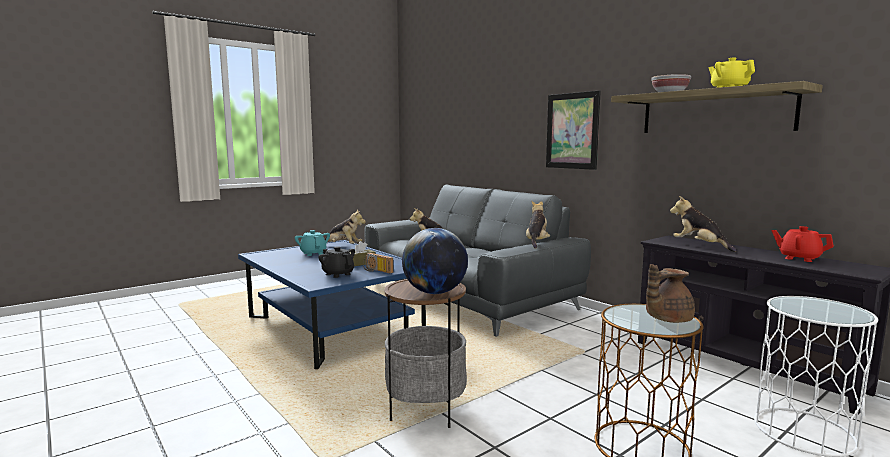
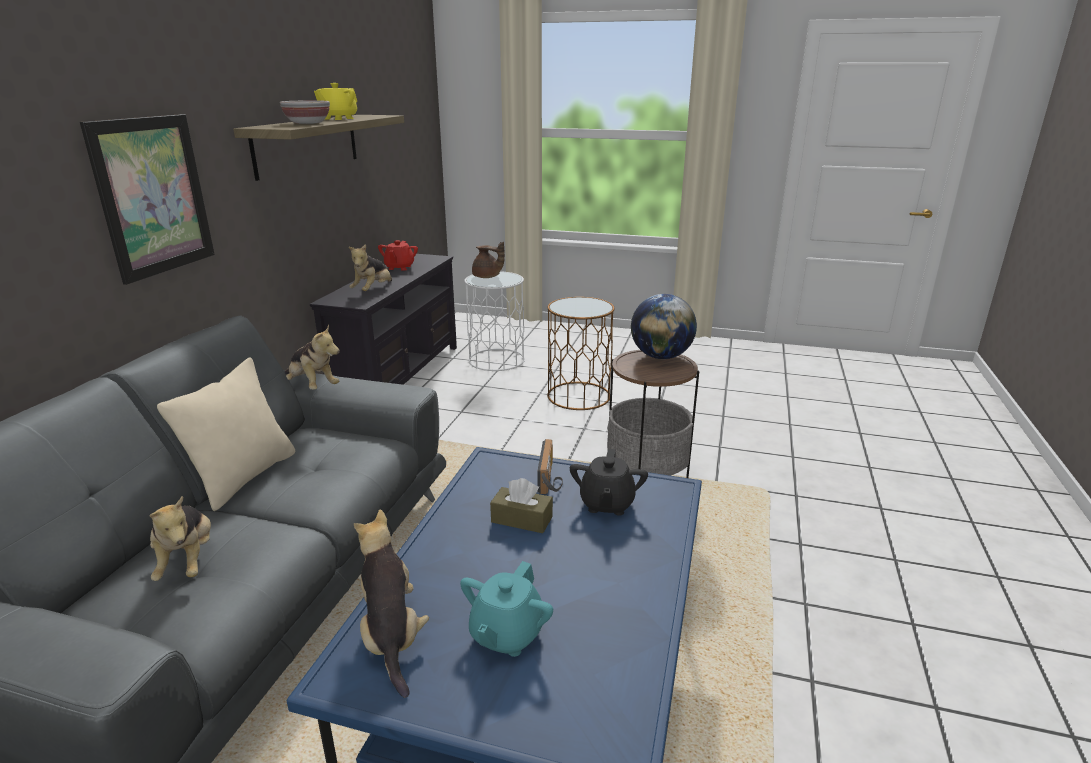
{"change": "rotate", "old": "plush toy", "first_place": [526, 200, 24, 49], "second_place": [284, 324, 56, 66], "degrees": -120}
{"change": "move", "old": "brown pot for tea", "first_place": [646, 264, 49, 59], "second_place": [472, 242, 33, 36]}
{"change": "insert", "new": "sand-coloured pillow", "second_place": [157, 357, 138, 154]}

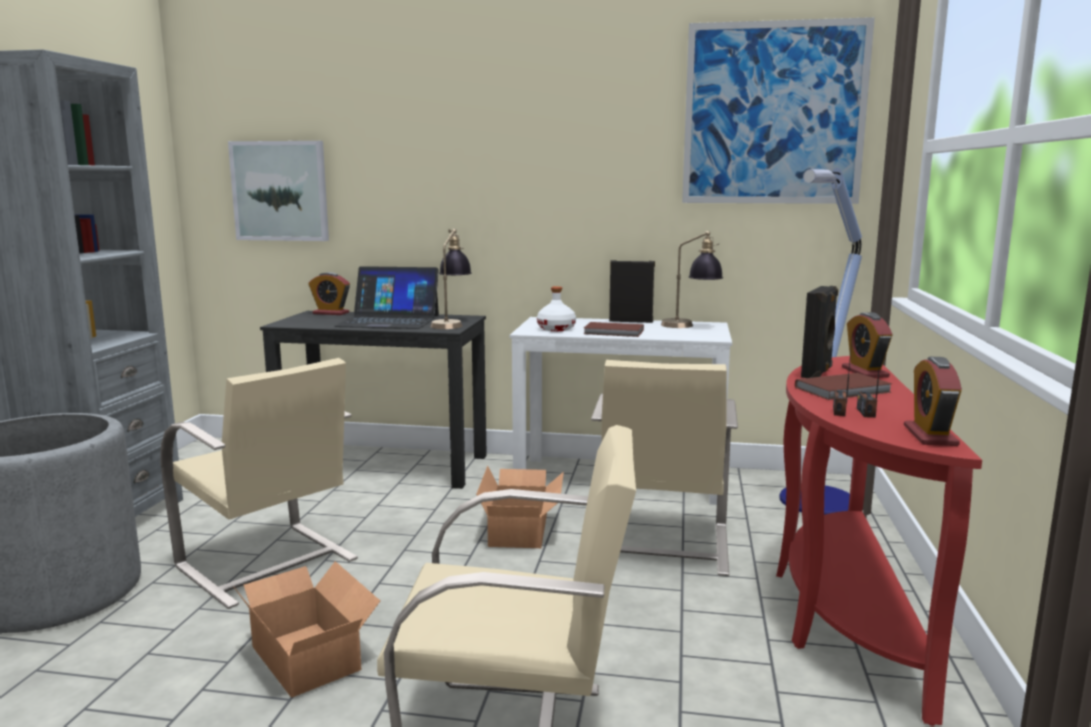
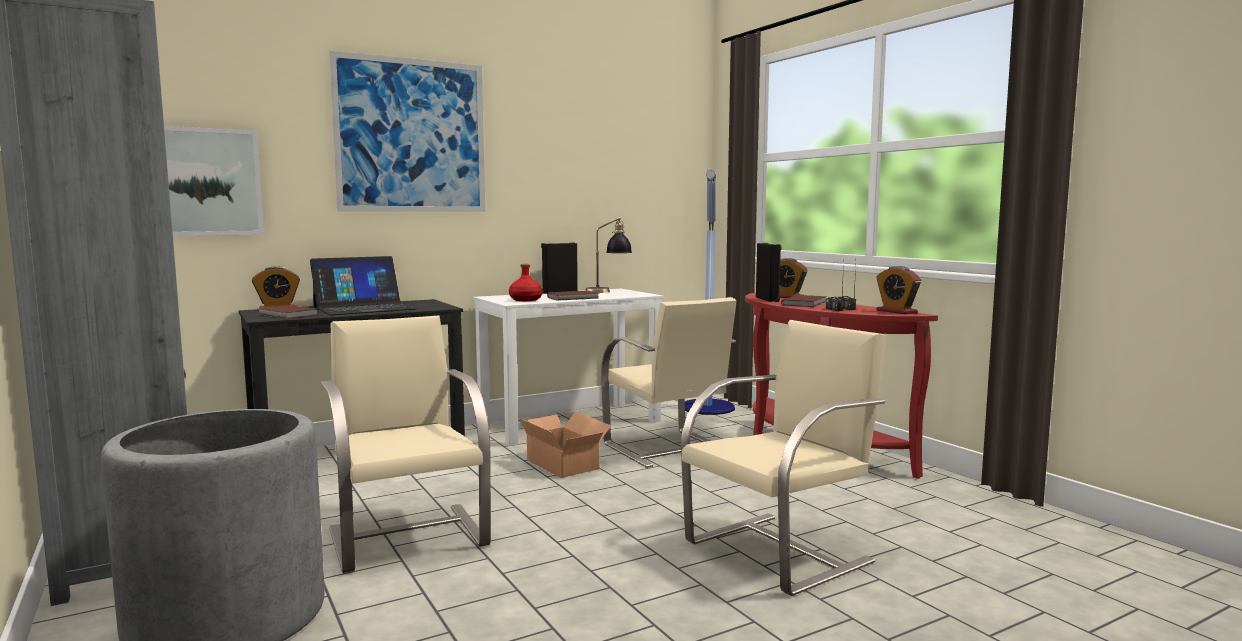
{"change": "rotate", "old": "sand-coloured chair", "first_place": [160, 358, 198, 251], "second_place": [321, 316, 170, 257], "degrees": -120}
{"change": "delete", "old": "carton", "first_place": [233, 561, 147, 137]}
{"change": "delete", "old": "lamp for a table", "first_place": [430, 229, 42, 100]}
{"change": "recolor", "old": "white-coloured beverage bottle", "new": "red beverage bottle", "first_place": [537, 286, 39, 45], "second_place": [509, 264, 34, 37]}
{"change": "move", "old": "wall picture", "first_place": [682, 17, 193, 187], "second_place": [329, 51, 156, 161]}
{"change": "insert", "new": "brown book", "second_place": [258, 305, 61, 14]}

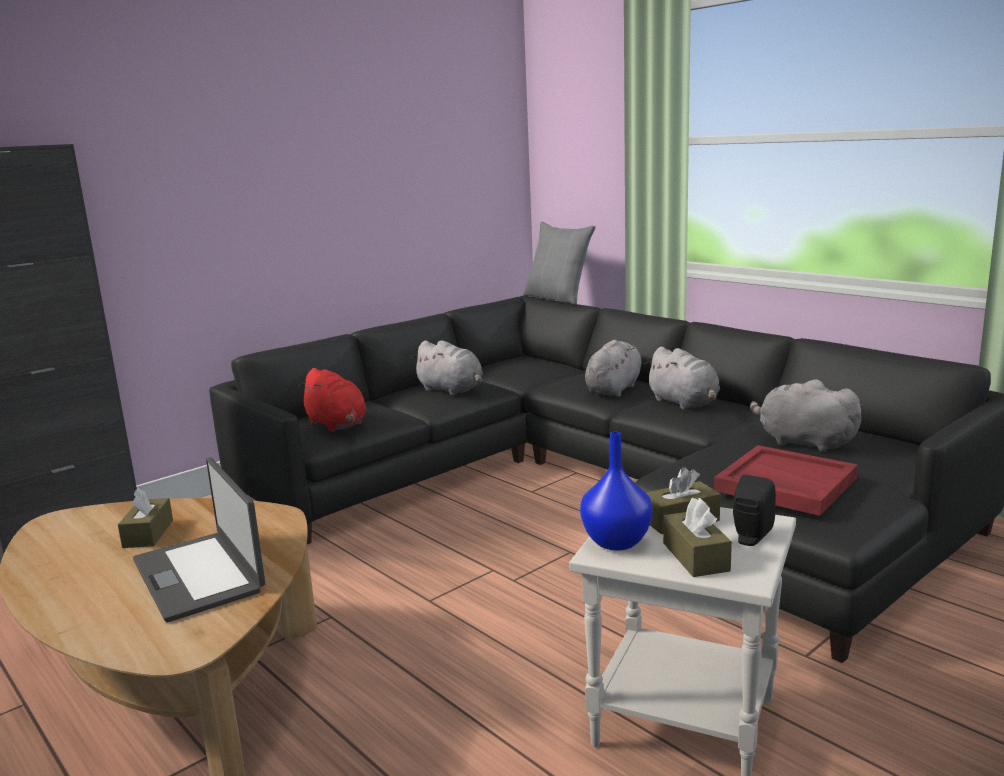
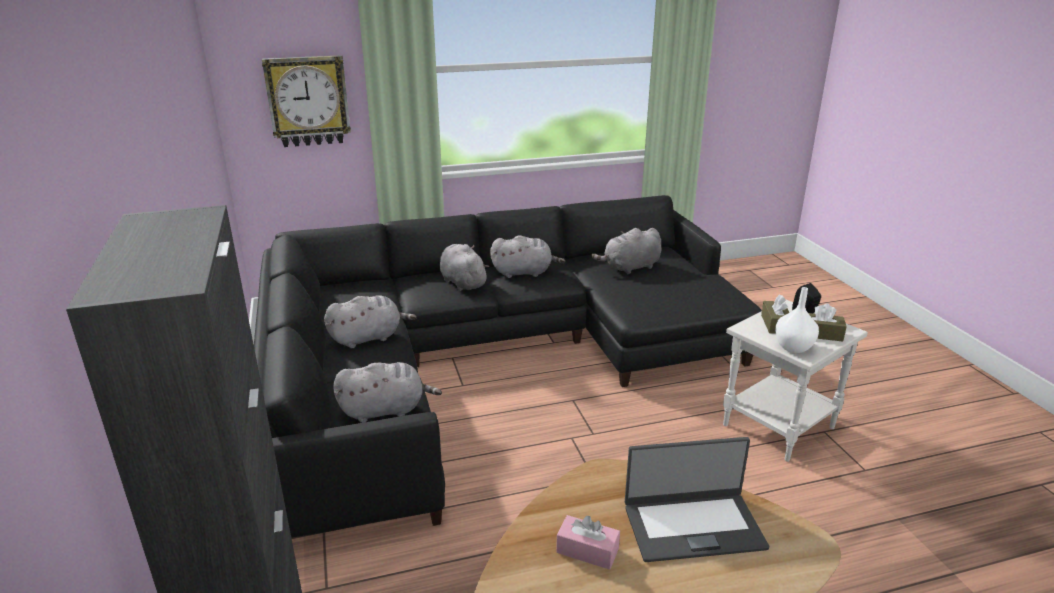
{"change": "recolor", "old": "brown tissue box", "new": "pinkish tissue box", "first_place": [118, 488, 55, 60], "second_place": [556, 515, 64, 55]}
{"change": "recolor", "old": "red plush toy", "new": "gray plush toy", "first_place": [298, 368, 69, 64], "second_place": [333, 362, 109, 61]}
{"change": "delete", "old": "gray pillow", "first_place": [523, 222, 72, 83]}
{"change": "recolor", "old": "blue decorative vase", "new": "white-coloured decorative vase", "first_place": [580, 432, 72, 119], "second_place": [775, 287, 44, 66]}
{"change": "delete", "old": "red carrying tray", "first_place": [714, 445, 144, 71]}
{"change": "insert", "new": "wall clock", "second_place": [262, 55, 89, 92]}

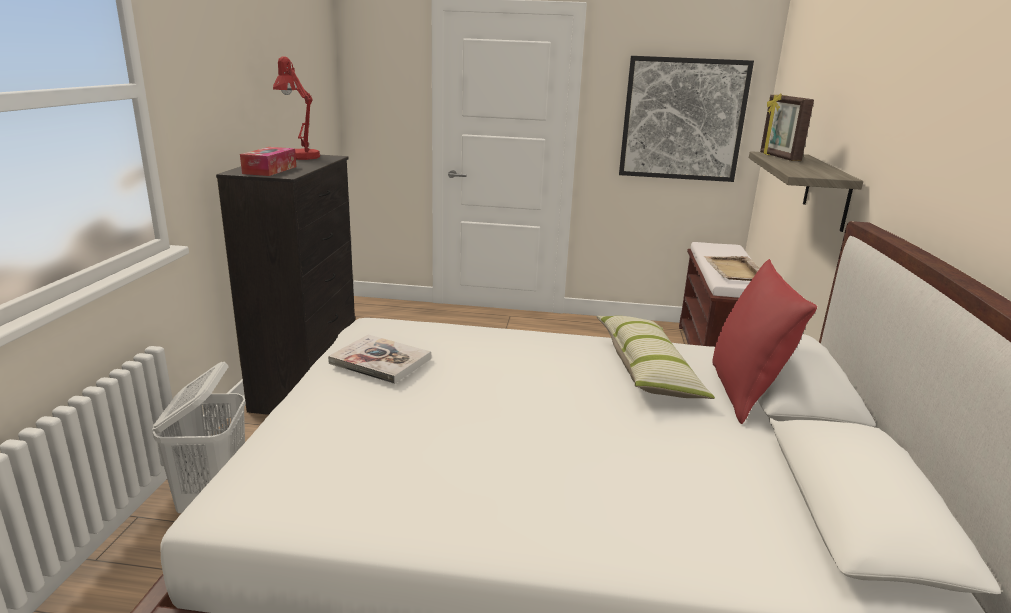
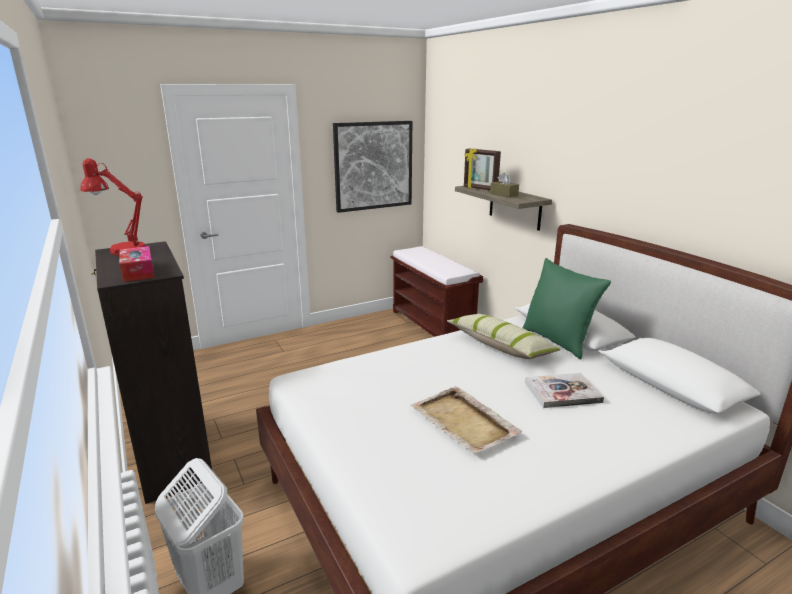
{"change": "move", "old": "book", "first_place": [328, 334, 103, 50], "second_place": [525, 373, 79, 35]}
{"change": "move", "old": "sand-coloured carrying tray", "first_place": [703, 256, 57, 25], "second_place": [410, 386, 112, 68]}
{"change": "recolor", "old": "red pillow", "new": "green pillow", "first_place": [712, 259, 105, 165], "second_place": [522, 258, 89, 101]}
{"change": "insert", "new": "brown tissue box", "second_place": [490, 173, 29, 24]}

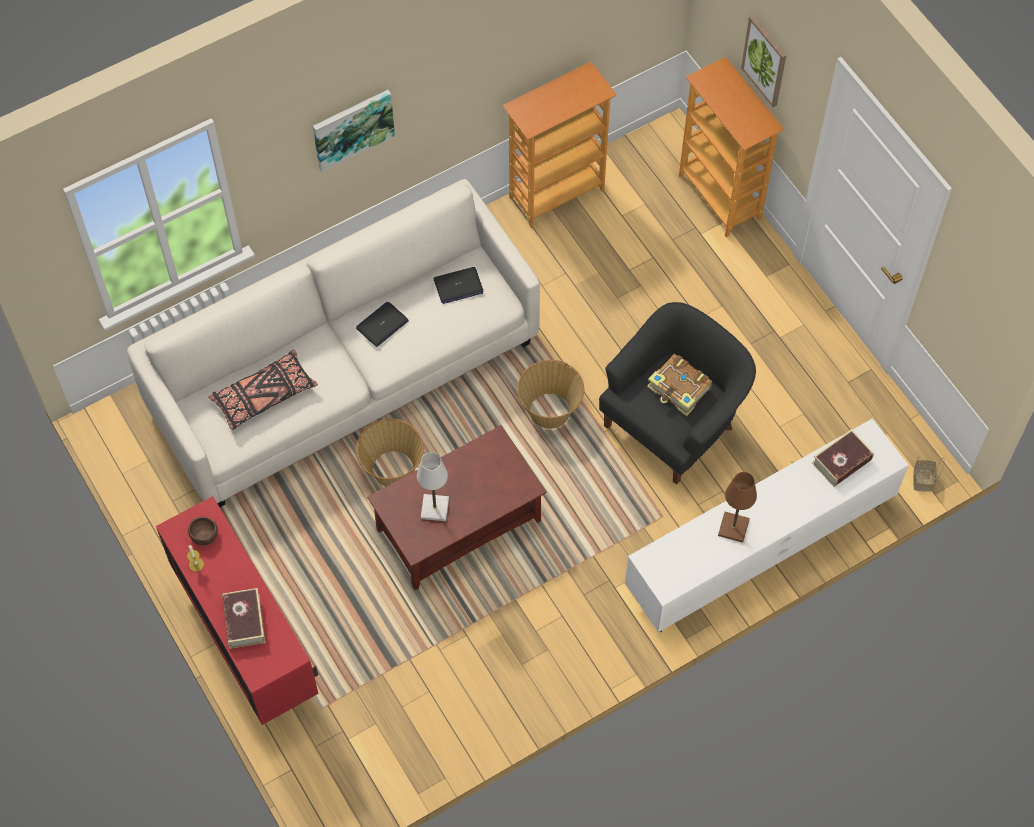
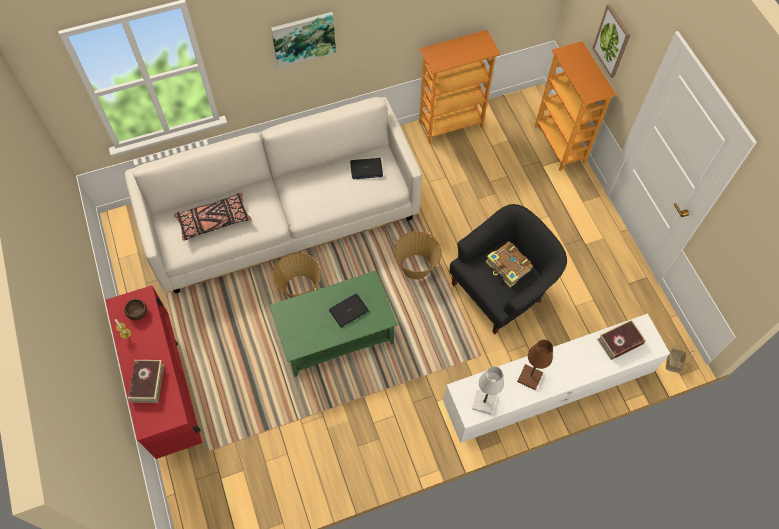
{"change": "move", "old": "notebook computer", "first_place": [356, 302, 53, 45], "second_place": [329, 293, 40, 35]}
{"change": "recolor", "old": "brown low table", "new": "green low table", "first_place": [367, 425, 180, 165], "second_place": [269, 271, 129, 106]}
{"change": "move", "old": "white-coloured lamp for a table", "first_place": [417, 452, 32, 69], "second_place": [472, 366, 32, 49]}

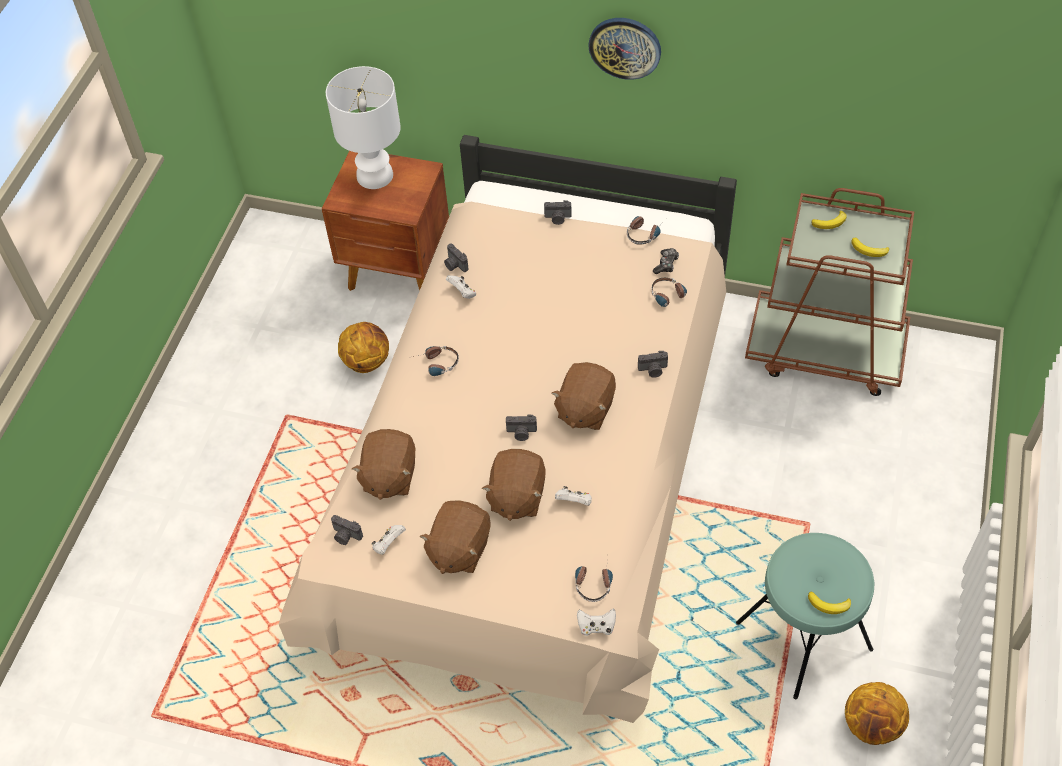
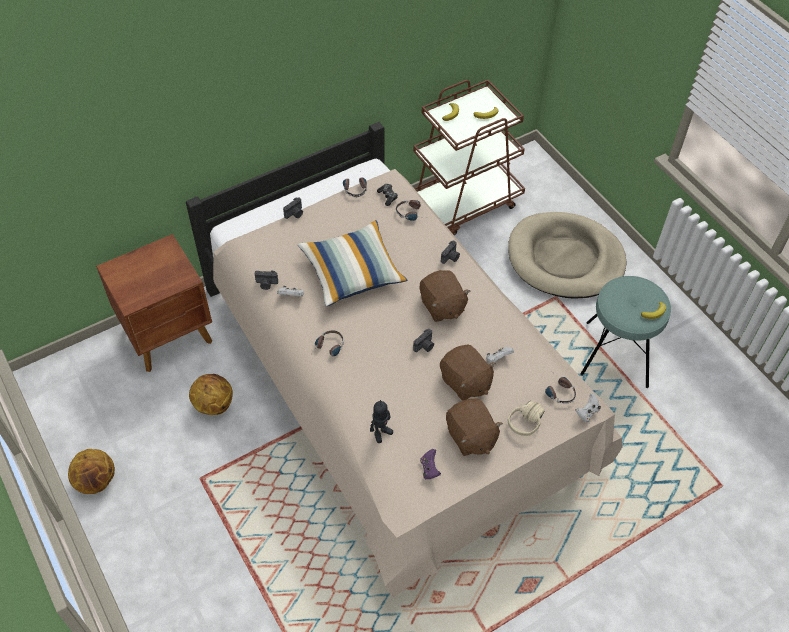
{"change": "delete", "old": "white-coloured lamp for a table", "first_place": [326, 66, 75, 123]}
{"change": "delete", "old": "photo camera", "first_place": [331, 515, 32, 30]}
{"change": "replace", "old": "brown plush toy", "new": "robot figure", "first_place": [352, 429, 63, 71], "second_place": [370, 400, 23, 43]}
{"change": "recolor", "old": "white-coloured gamepad", "new": "purple-coloured gamepad", "first_place": [372, 525, 34, 30], "second_place": [420, 449, 21, 30]}
{"change": "delete", "old": "wall clock", "first_place": [588, 18, 73, 62]}
{"change": "move", "old": "basketball", "first_place": [845, 682, 64, 63], "second_place": [68, 449, 47, 45]}
{"change": "insert", "new": "pillow", "second_place": [298, 220, 109, 87]}
{"change": "insert", "new": "sand-coloured dog cushion", "second_place": [508, 212, 119, 87]}
{"change": "insert", "new": "sand-coloured headset", "second_place": [508, 401, 37, 35]}

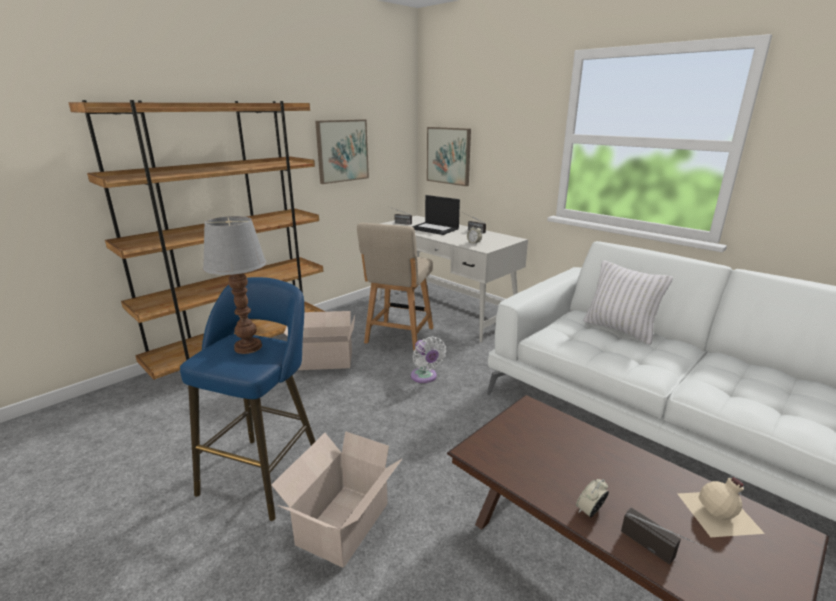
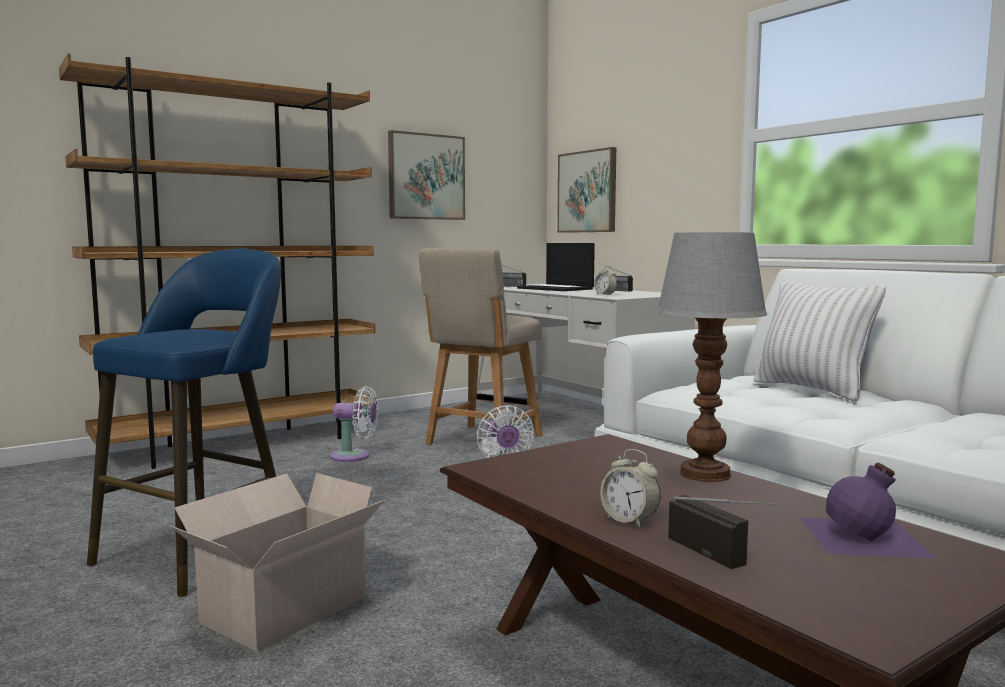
{"change": "move", "old": "lamp for a table", "first_place": [203, 216, 64, 138], "second_place": [656, 232, 111, 250]}
{"change": "replace", "old": "carton", "new": "white-coloured cooling fan", "first_place": [284, 311, 71, 59], "second_place": [330, 386, 48, 76]}
{"change": "rotate", "old": "bedside clock", "first_place": [576, 479, 33, 38], "second_place": [600, 449, 61, 79], "degrees": -105}
{"change": "recolor", "old": "sand-coloured beverage bottle", "new": "purple-coloured beverage bottle", "first_place": [678, 477, 87, 60], "second_place": [799, 463, 137, 95]}

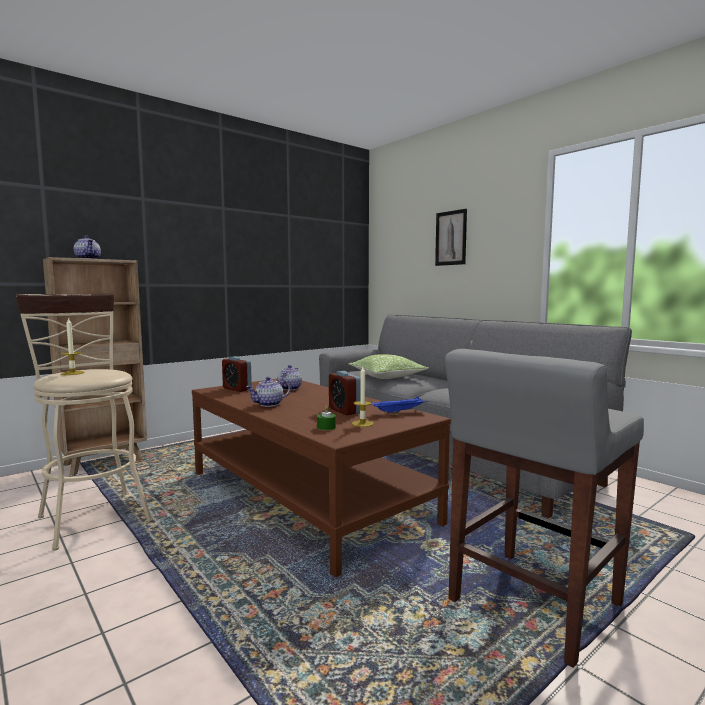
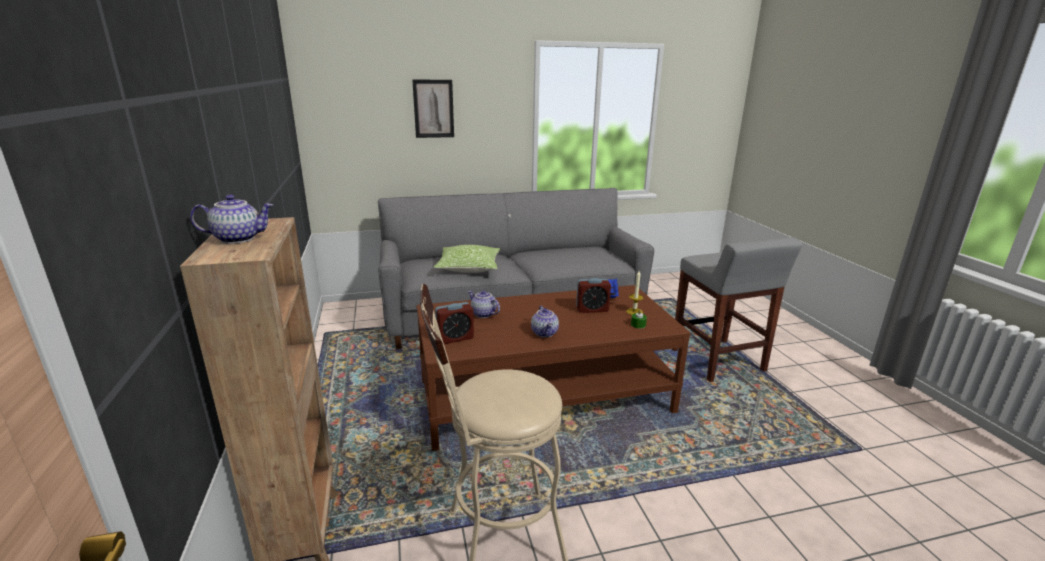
{"change": "delete", "old": "wax candle", "first_place": [61, 317, 23, 58]}

